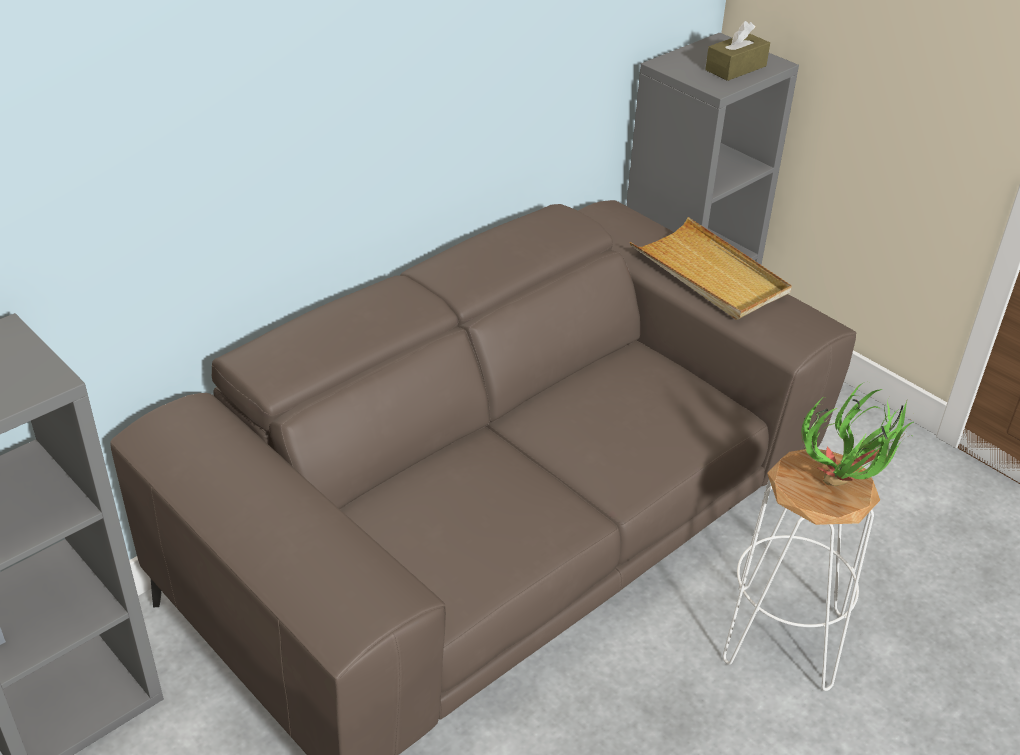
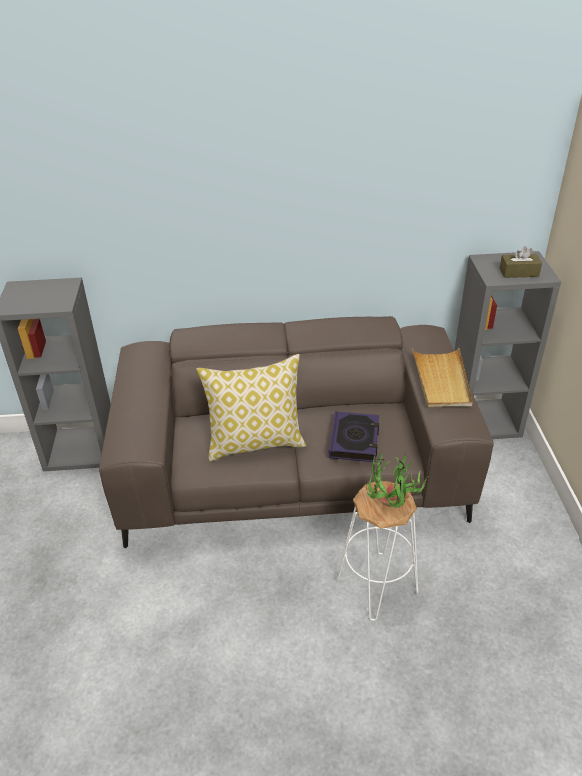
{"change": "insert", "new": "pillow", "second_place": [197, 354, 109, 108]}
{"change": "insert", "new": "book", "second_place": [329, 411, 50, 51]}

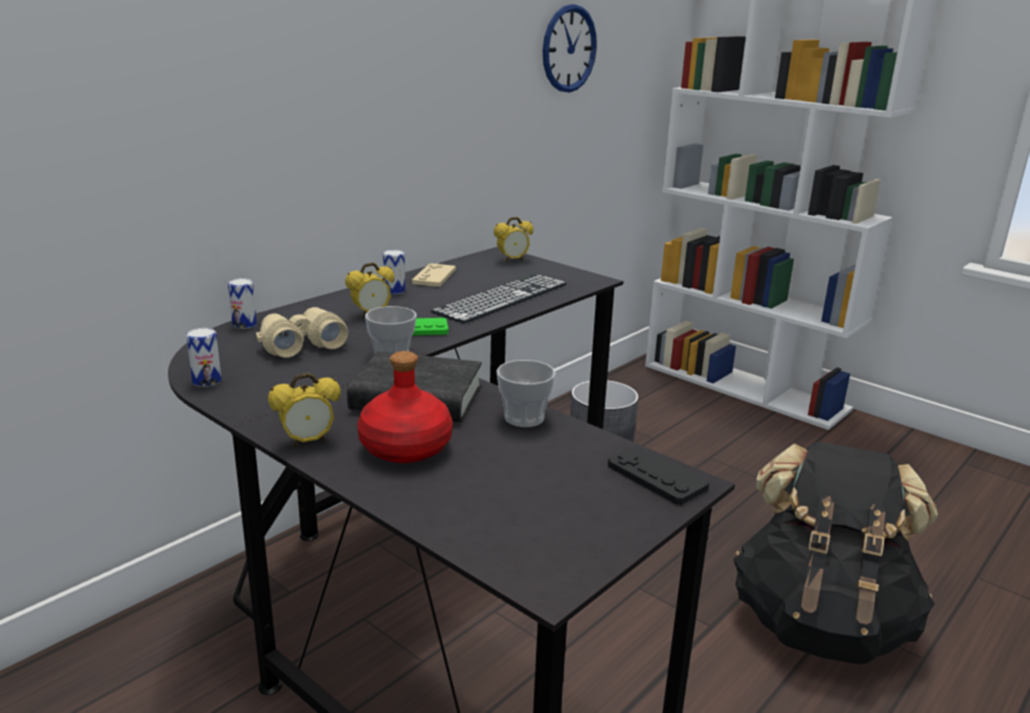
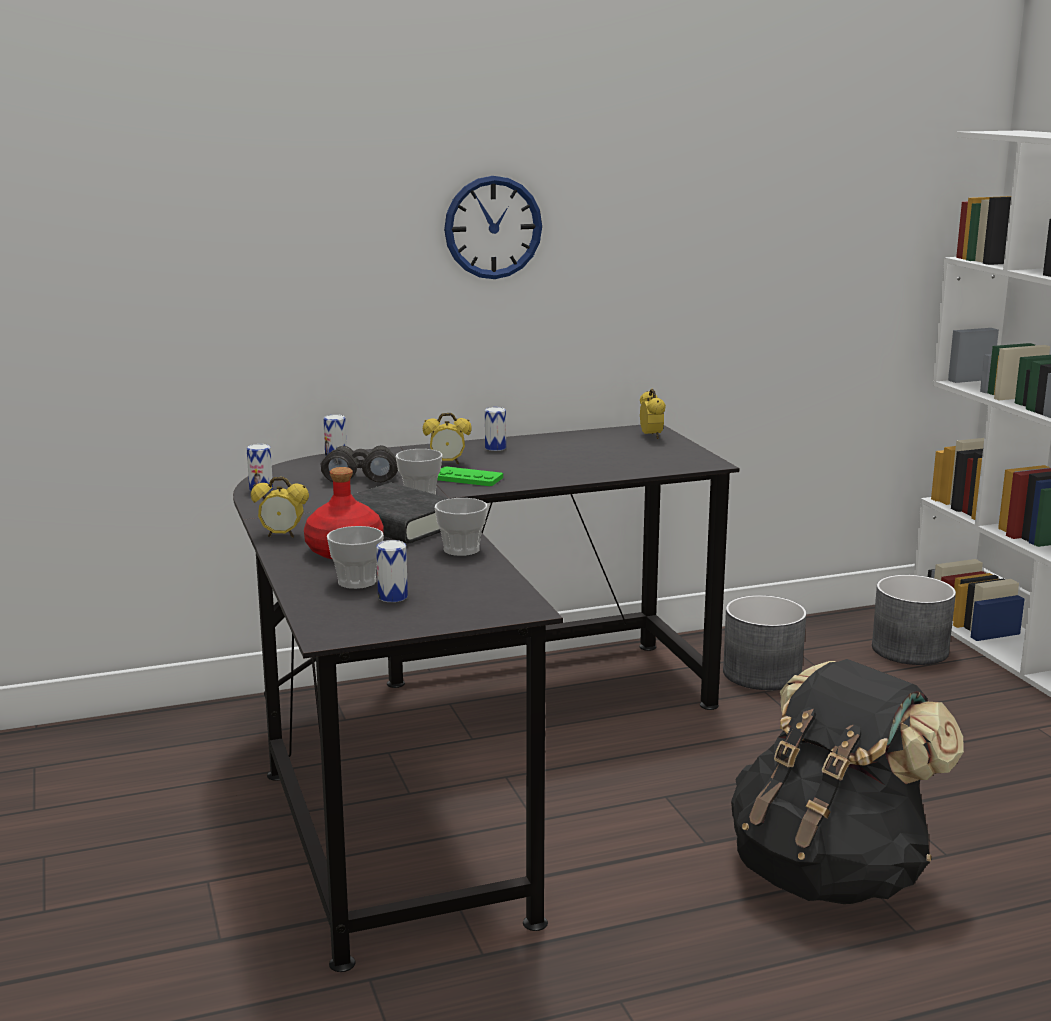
{"change": "recolor", "old": "sand-coloured pair of binoculars", "new": "blackish pair of binoculars", "first_place": [256, 307, 92, 51], "second_place": [321, 445, 77, 38]}
{"change": "delete", "old": "sand-coloured gamepad", "first_place": [412, 263, 44, 24]}
{"change": "delete", "old": "keyboard", "first_place": [431, 274, 136, 50]}
{"change": "rotate", "old": "bedside clock", "first_place": [494, 217, 39, 45], "second_place": [640, 389, 26, 50], "degrees": -105}
{"change": "move", "old": "wall clock", "first_place": [543, 4, 54, 89], "second_place": [444, 176, 98, 103]}
{"change": "delete", "old": "blackish gamepad", "first_place": [608, 446, 101, 59]}
{"change": "insert", "new": "drinking cup", "second_place": [327, 526, 57, 63]}
{"change": "insert", "new": "can", "second_place": [376, 540, 32, 62]}
{"change": "insert", "new": "gray flower pot", "second_place": [872, 575, 84, 90]}

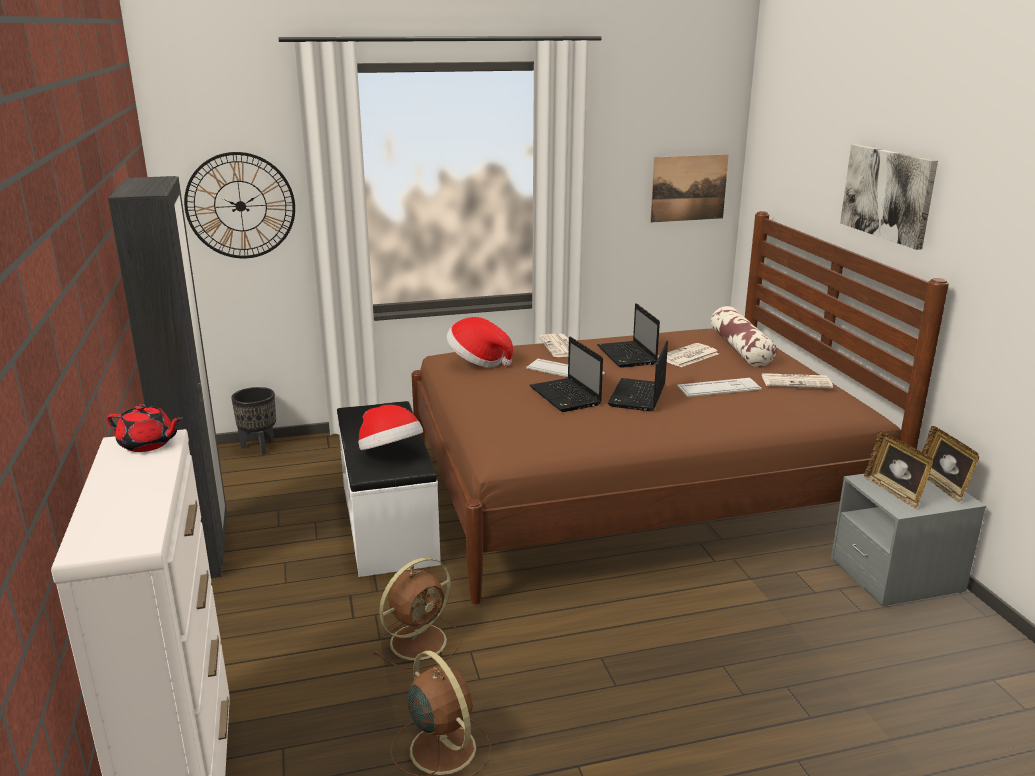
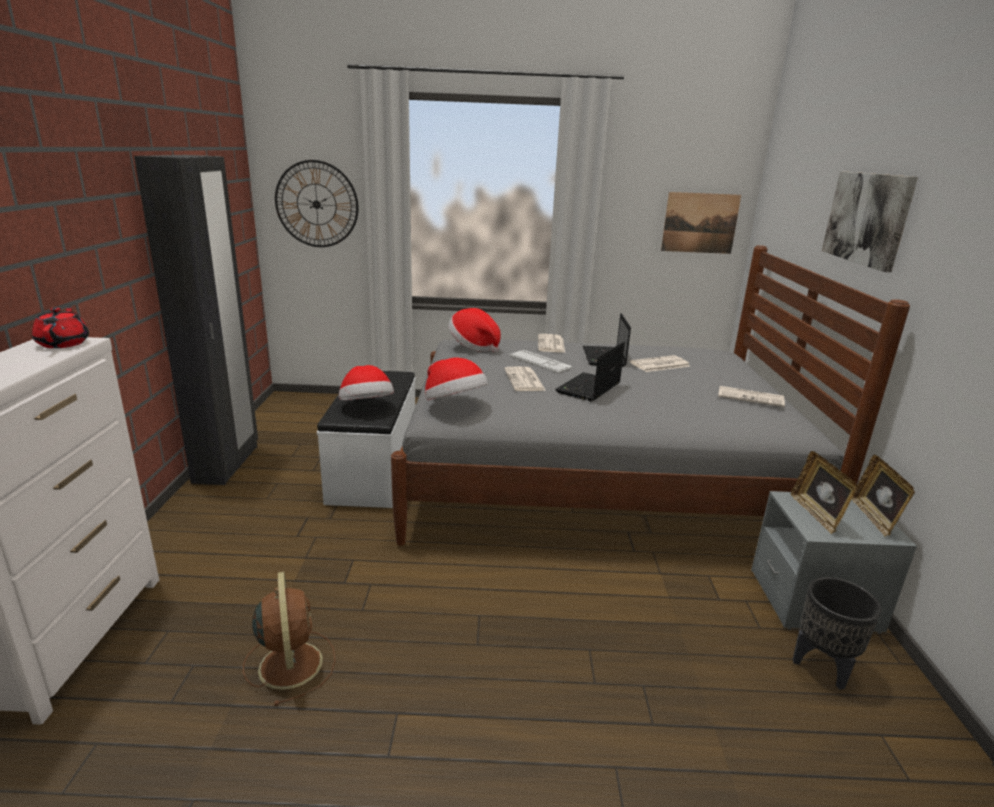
{"change": "rotate", "old": "red pot for tea", "first_place": [106, 404, 77, 48], "second_place": [32, 306, 57, 42], "degrees": -135}
{"change": "move", "old": "blackish flower pot", "first_place": [231, 387, 45, 68], "second_place": [793, 577, 88, 113]}
{"change": "delete", "old": "brown cooling fan", "first_place": [373, 557, 89, 112]}
{"change": "recolor", "old": "brown sleeping bed", "new": "gray sleeping bed", "first_place": [411, 211, 538, 394], "second_place": [391, 245, 519, 301]}
{"change": "replace", "old": "notebook computer", "new": "daily paper", "first_place": [530, 337, 73, 75], "second_place": [504, 366, 42, 25]}
{"change": "delete", "old": "keyboard", "first_place": [677, 378, 85, 19]}
{"change": "delete", "old": "pillow", "first_place": [711, 306, 66, 61]}
{"change": "insert", "new": "clothing hat", "second_place": [425, 358, 63, 42]}

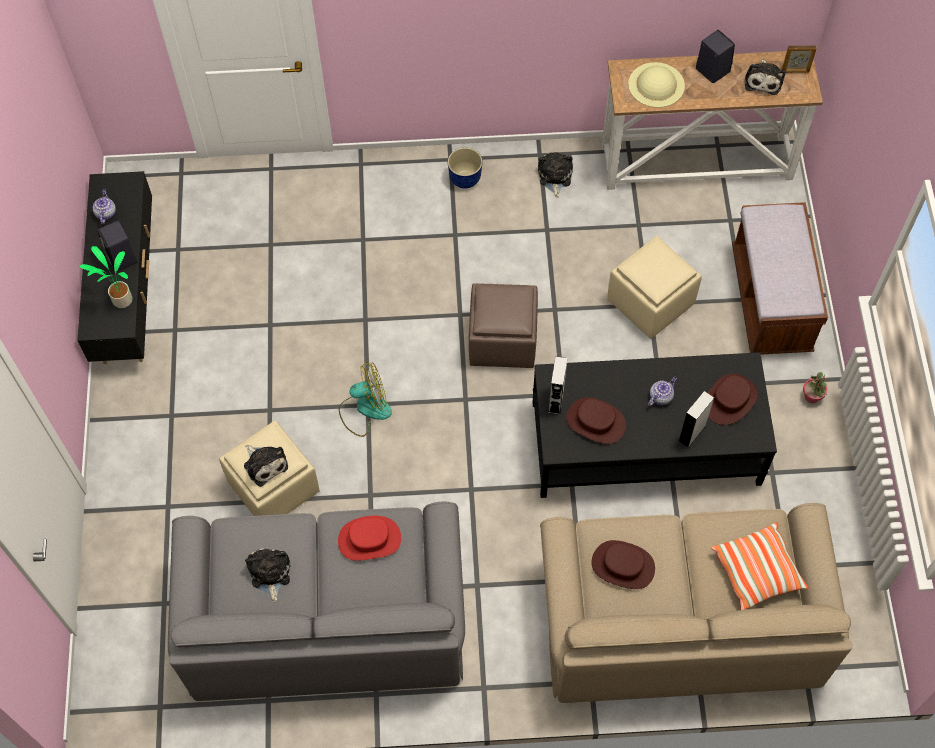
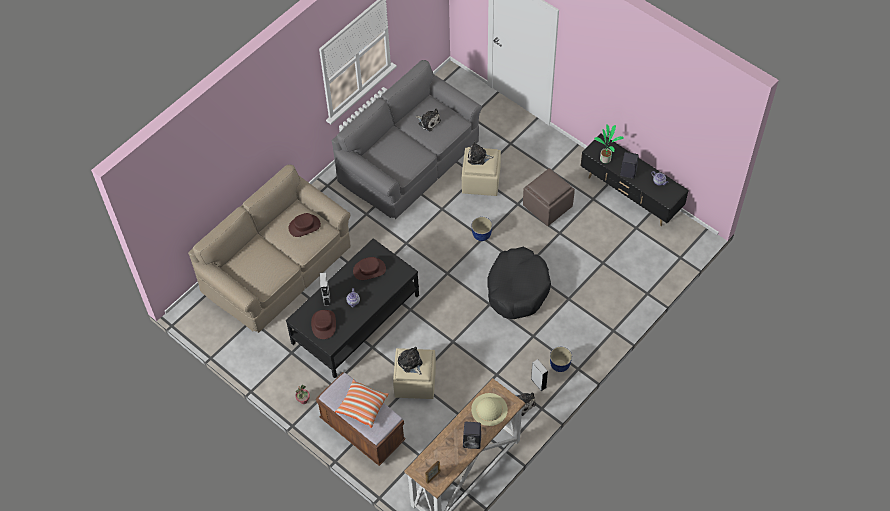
{"change": "delete", "old": "red clothing hat", "first_place": [338, 516, 63, 45]}
{"change": "replace", "old": "cooling fan", "new": "flower pot", "first_place": [339, 361, 53, 76], "second_place": [471, 217, 21, 24]}
{"change": "move", "old": "brown ottoman", "first_place": [469, 283, 69, 85], "second_place": [523, 168, 52, 58]}
{"change": "move", "old": "gray loudspeaker", "first_place": [548, 356, 19, 58], "second_place": [531, 359, 17, 32]}
{"change": "move", "old": "pillow", "first_place": [711, 522, 98, 88], "second_place": [335, 380, 53, 48]}
{"change": "move", "old": "plush toy", "first_place": [745, 59, 41, 36], "second_place": [398, 347, 25, 28]}
{"change": "insert", "new": "blackish dog cushion", "second_place": [488, 247, 63, 72]}

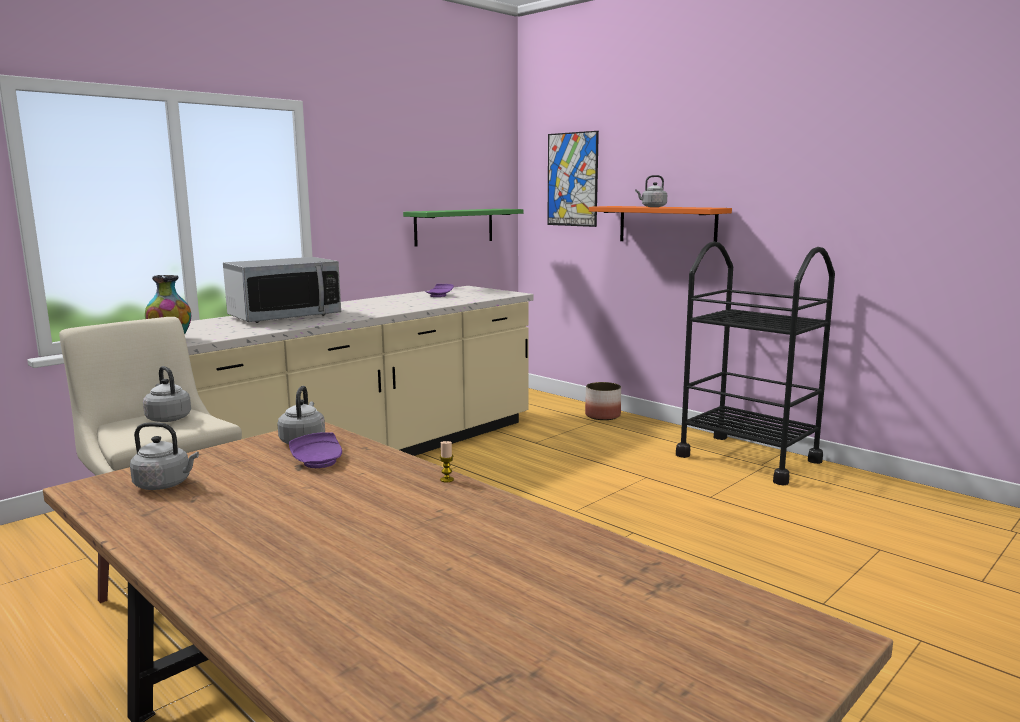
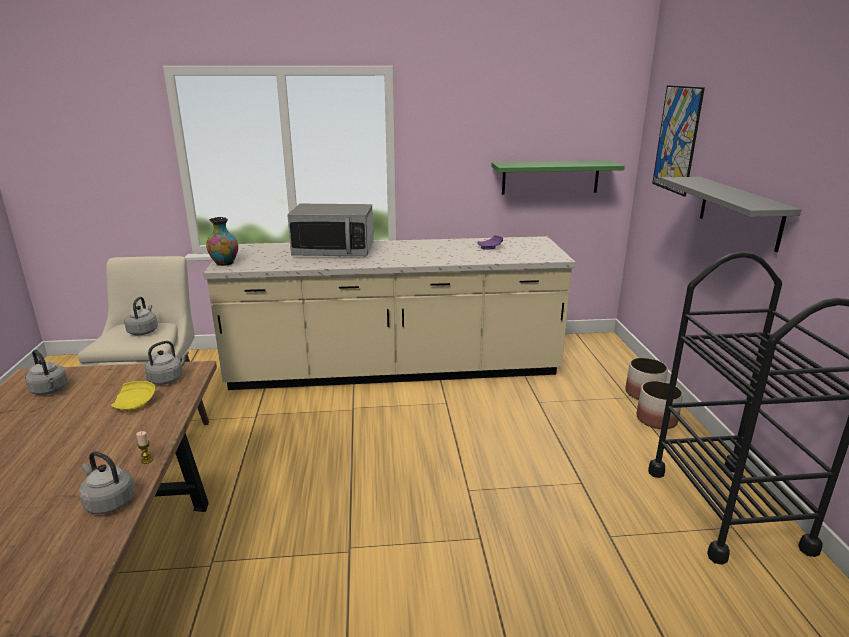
{"change": "recolor", "old": "purple-coloured plate", "new": "yellow-coloured plate", "first_place": [289, 432, 53, 36], "second_place": [111, 381, 44, 31]}
{"change": "recolor", "old": "orange-coloured shelf", "new": "gray shelf", "first_place": [589, 206, 143, 36], "second_place": [660, 177, 141, 75]}
{"change": "move", "old": "gray kettle", "first_place": [635, 175, 32, 32], "second_place": [79, 451, 56, 63]}
{"change": "insert", "new": "flower pot", "second_place": [637, 381, 46, 48]}

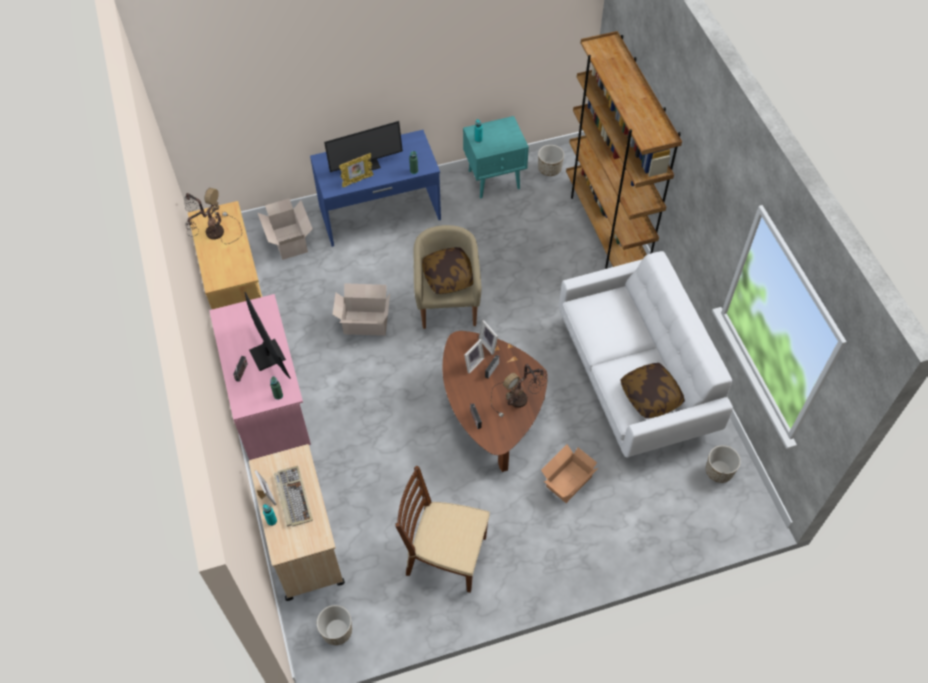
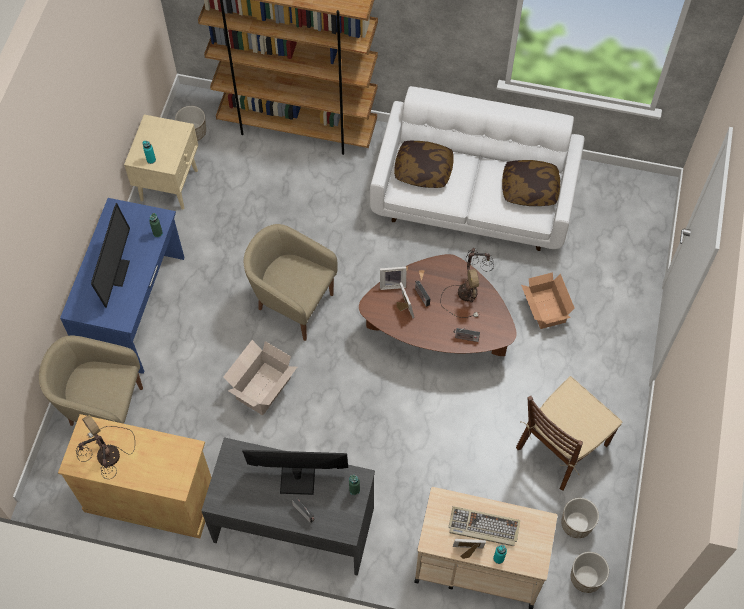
{"change": "recolor", "old": "pinkish desk unit", "new": "gray desk unit", "first_place": [209, 294, 102, 166], "second_place": [201, 437, 174, 139]}
{"change": "replace", "old": "carton", "new": "sand-coloured easy chair", "first_place": [258, 198, 55, 62], "second_place": [39, 335, 104, 91]}
{"change": "delete", "old": "standing frame", "first_place": [339, 153, 34, 34]}
{"change": "move", "old": "pillow", "first_place": [422, 247, 51, 47], "second_place": [394, 141, 60, 47]}
{"change": "recolor", "old": "blue-green nightstand", "new": "sand-coloured nightstand", "first_place": [463, 116, 66, 82], "second_place": [124, 114, 74, 96]}
{"change": "move", "old": "flower pot", "first_place": [706, 445, 35, 38], "second_place": [561, 498, 38, 40]}

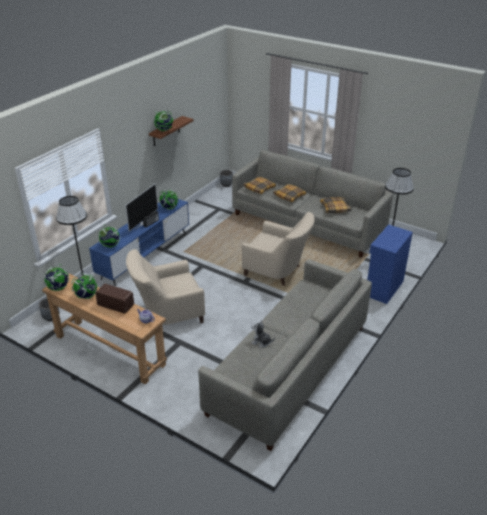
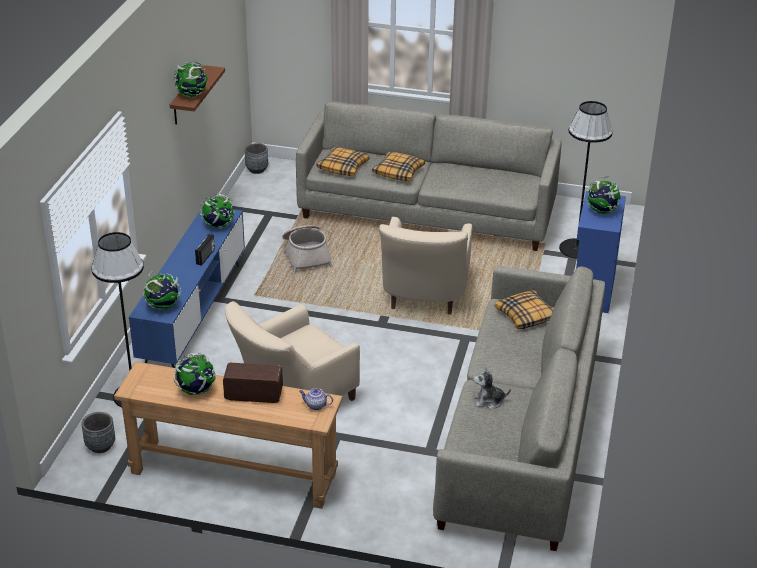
{"change": "move", "old": "world globe", "first_place": [44, 264, 25, 27], "second_place": [587, 176, 33, 38]}
{"change": "delete", "old": "TV", "first_place": [125, 183, 33, 49]}
{"change": "rotate", "old": "sand-coloured easy chair", "first_place": [242, 212, 73, 73], "second_place": [379, 217, 93, 98], "degrees": 90}
{"change": "move", "old": "pillow", "first_place": [320, 197, 32, 16], "second_place": [495, 290, 59, 39]}
{"change": "insert", "new": "household basket", "second_place": [282, 225, 51, 49]}

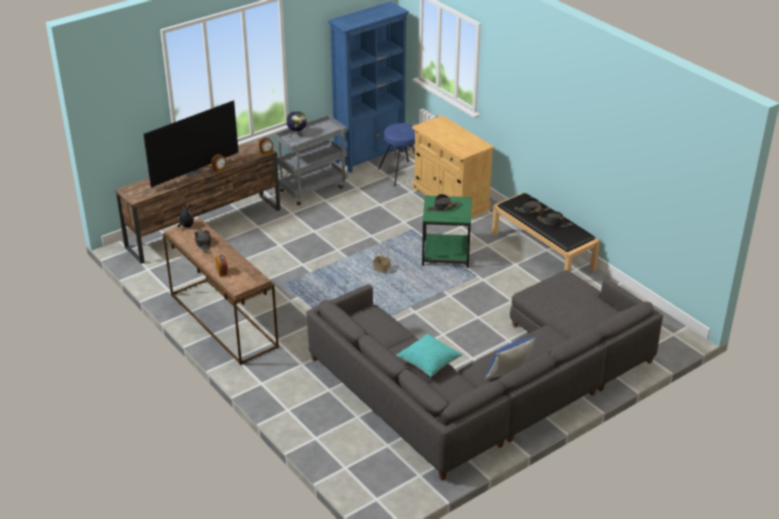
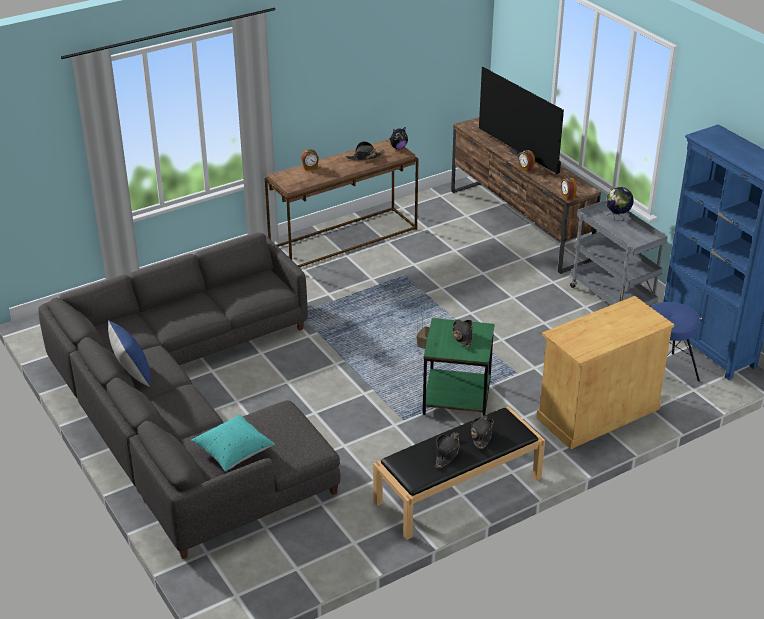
{"change": "move", "old": "blue-green pillow", "first_place": [396, 334, 66, 43], "second_place": [191, 414, 84, 58]}

